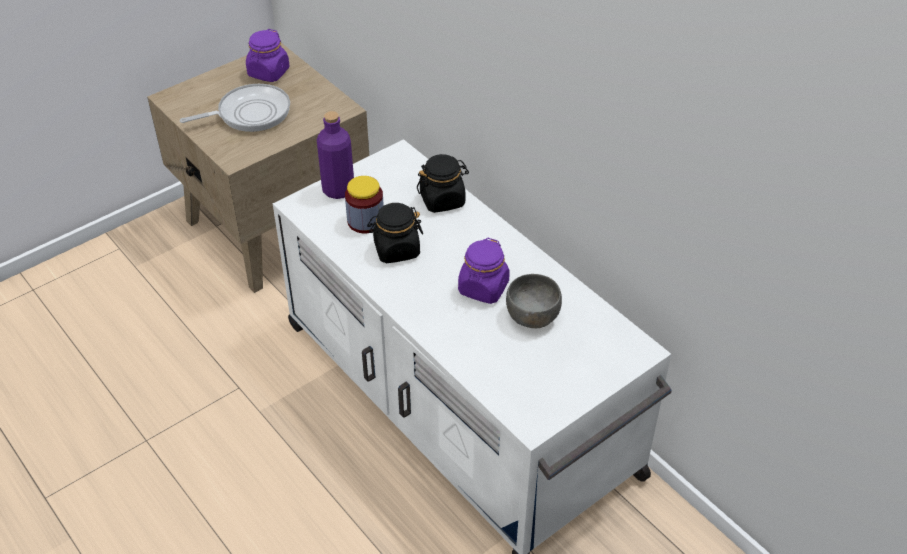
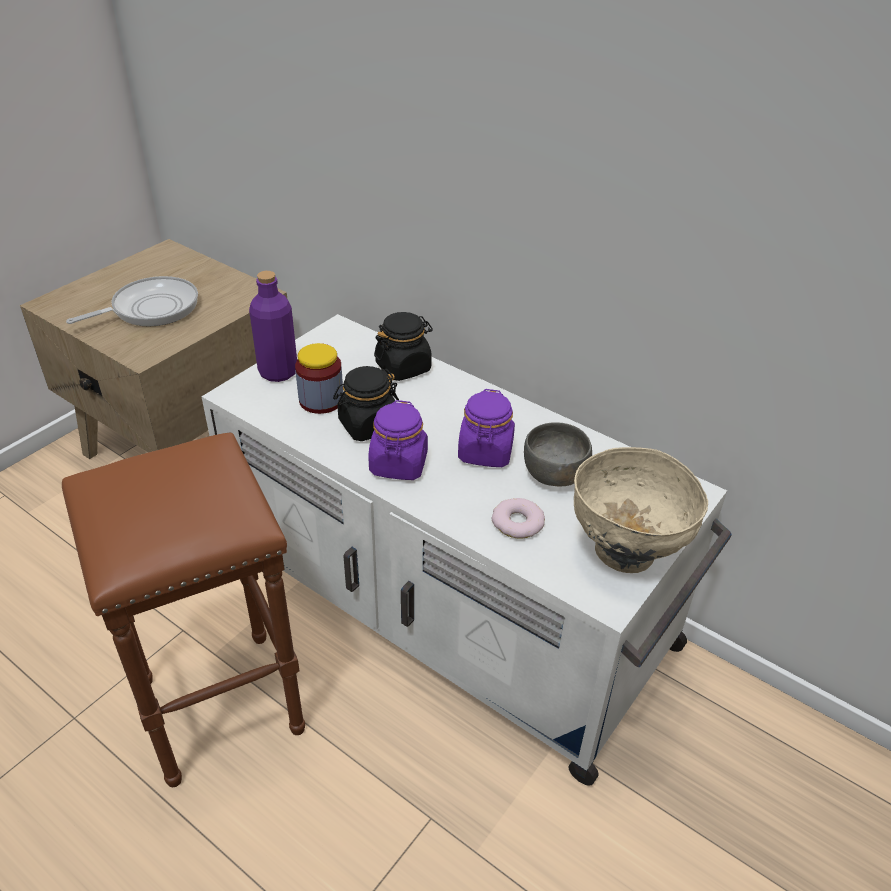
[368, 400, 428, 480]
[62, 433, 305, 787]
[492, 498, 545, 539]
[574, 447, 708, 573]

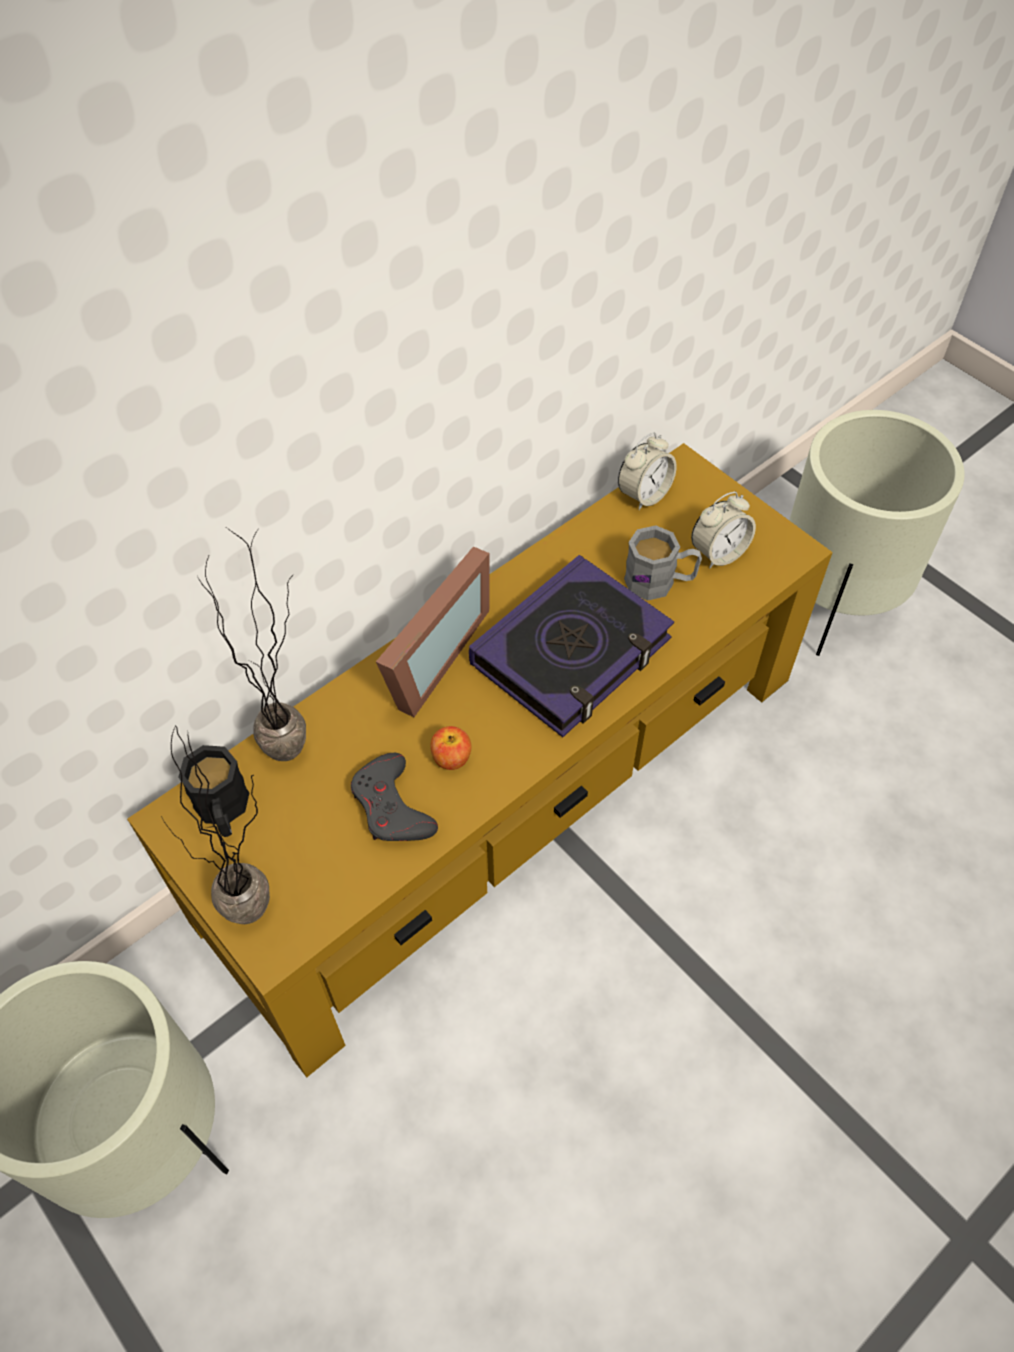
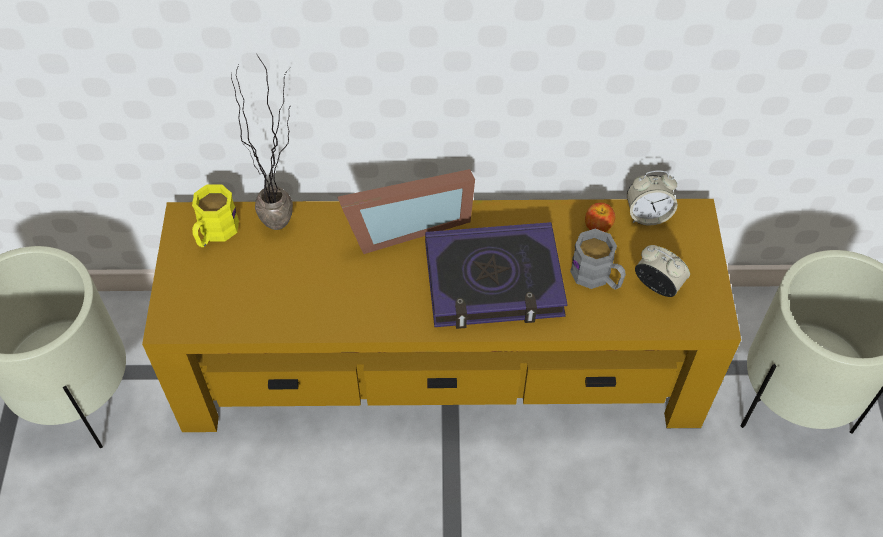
[161, 726, 270, 924] (first image)
[192, 184, 239, 247]
[351, 753, 438, 841] (first image)
[585, 203, 615, 232]
[635, 245, 690, 297]

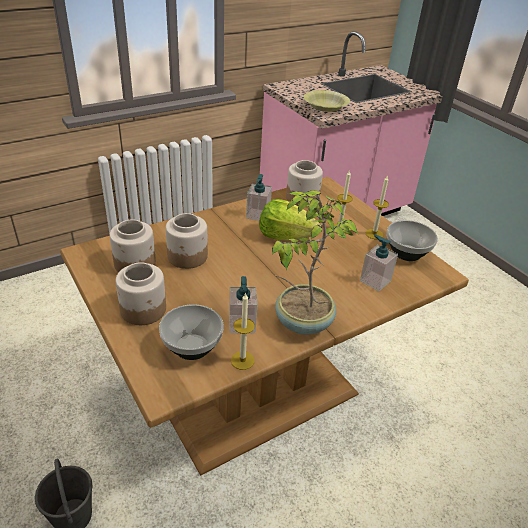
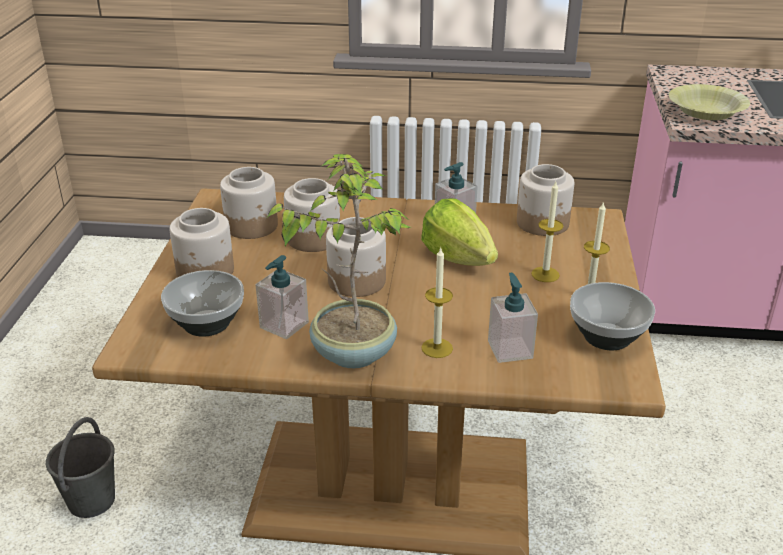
[421, 247, 453, 358]
[326, 217, 386, 297]

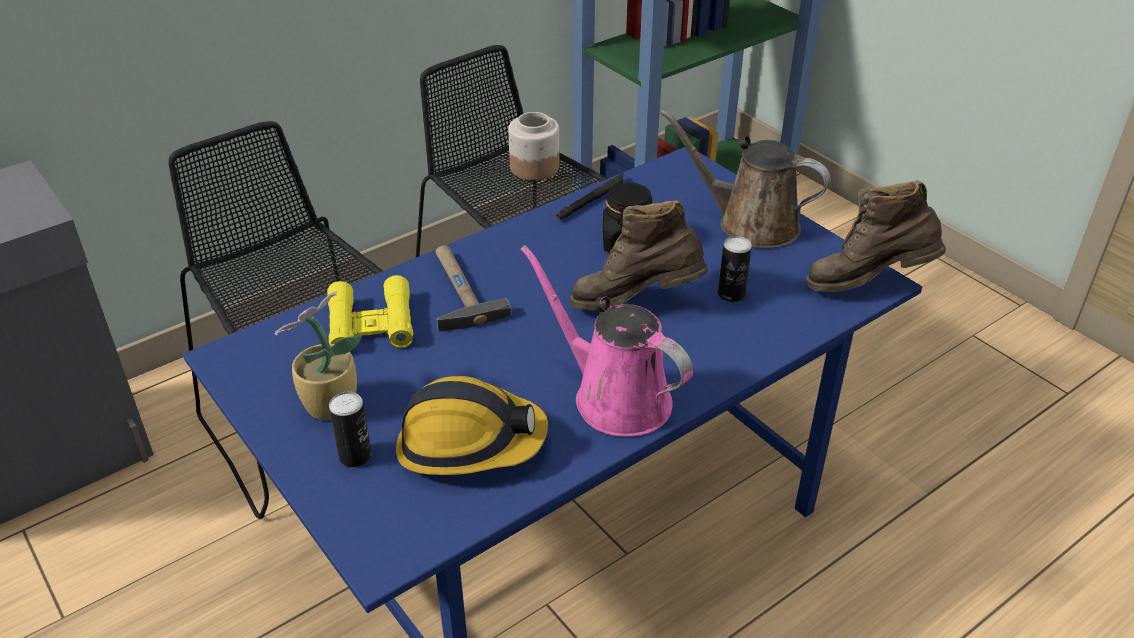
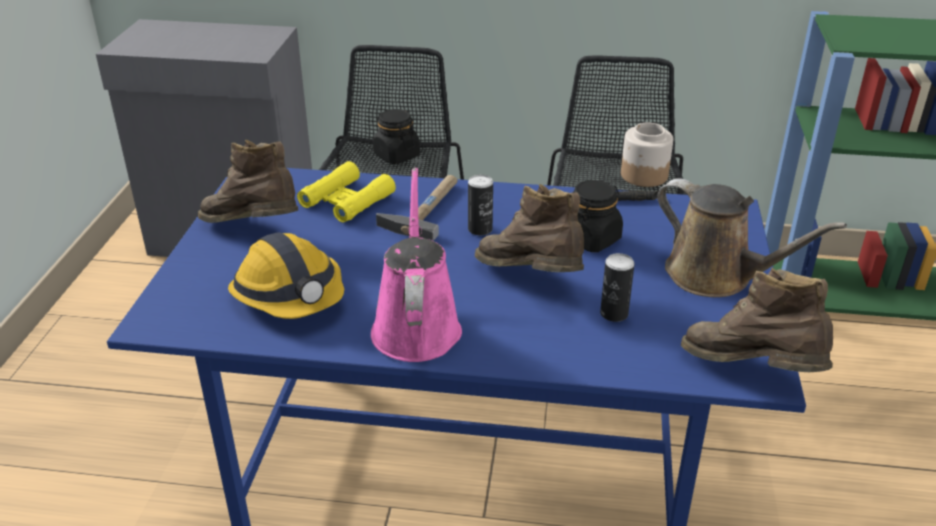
[198, 140, 298, 223]
[468, 175, 493, 235]
[657, 178, 847, 297]
[373, 109, 420, 164]

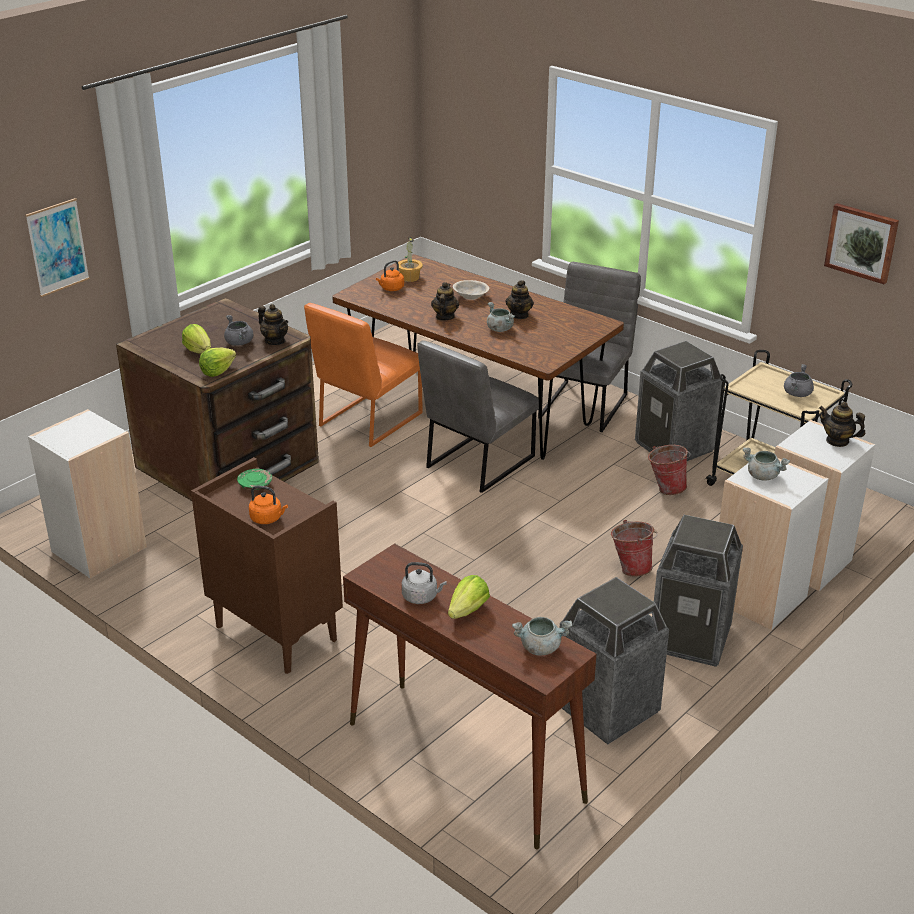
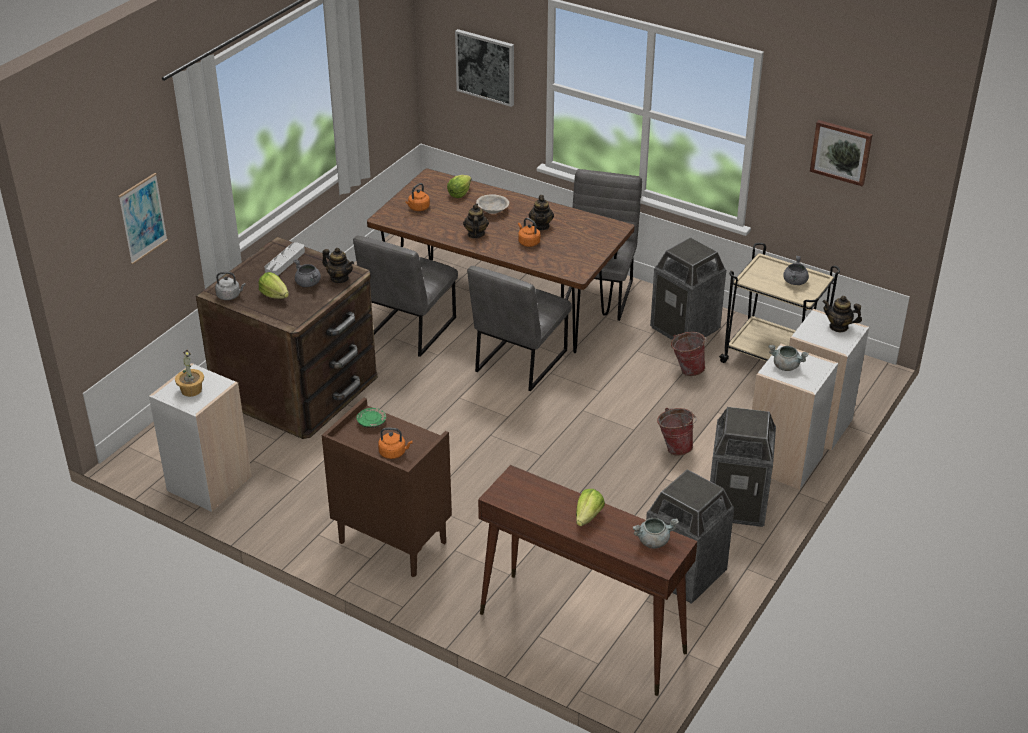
[447, 175, 471, 198]
[353, 236, 458, 357]
[175, 350, 204, 397]
[215, 272, 246, 300]
[518, 218, 540, 247]
[264, 242, 305, 276]
[455, 29, 514, 107]

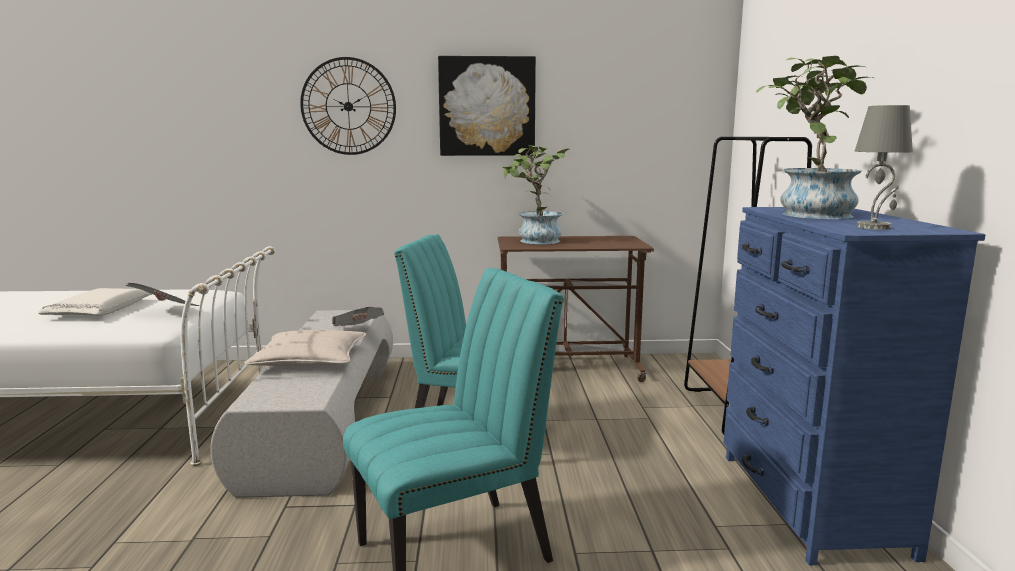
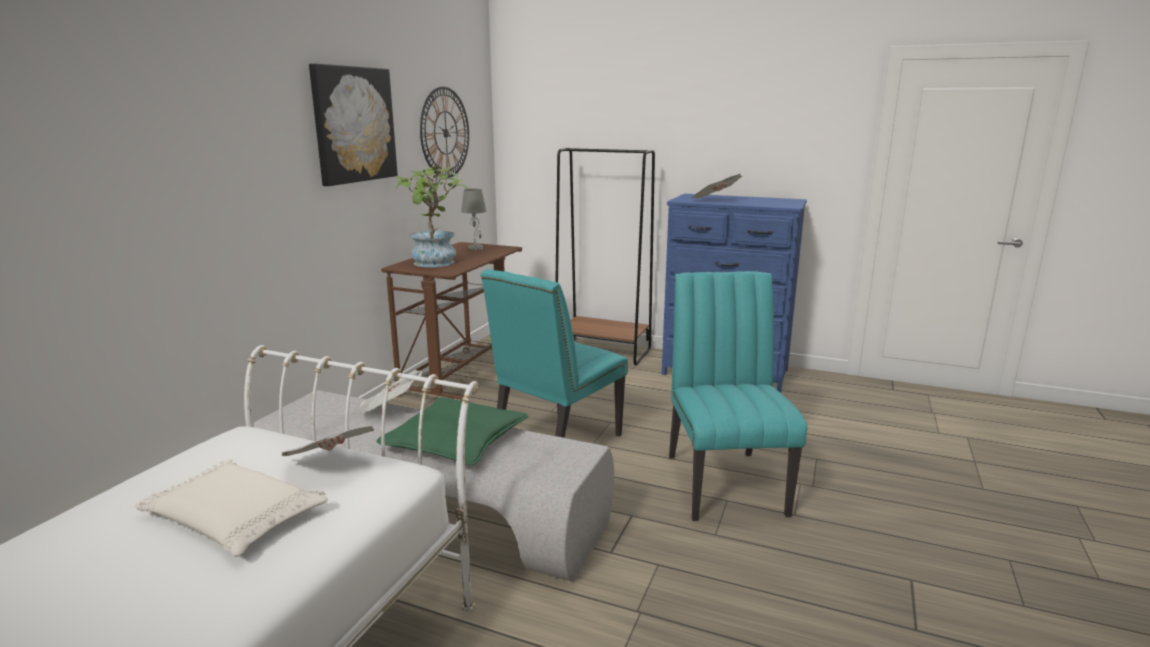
[376, 397, 528, 465]
[420, 87, 469, 178]
[691, 174, 742, 198]
[461, 189, 486, 250]

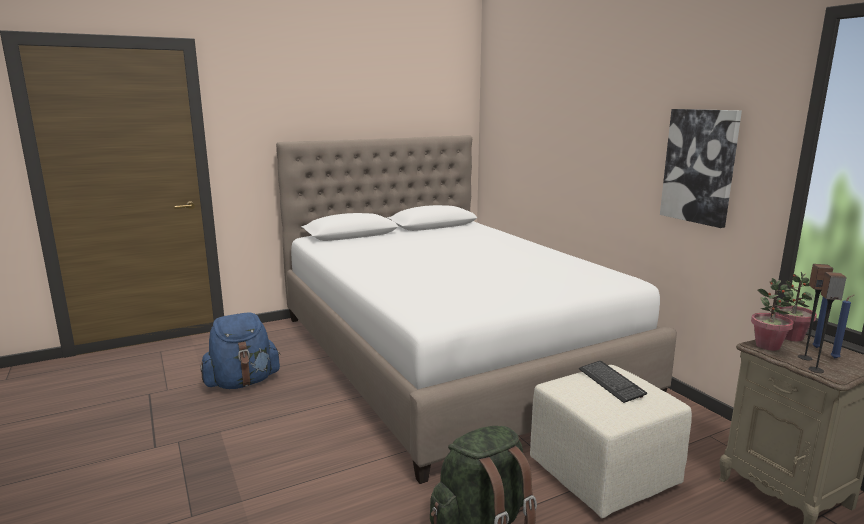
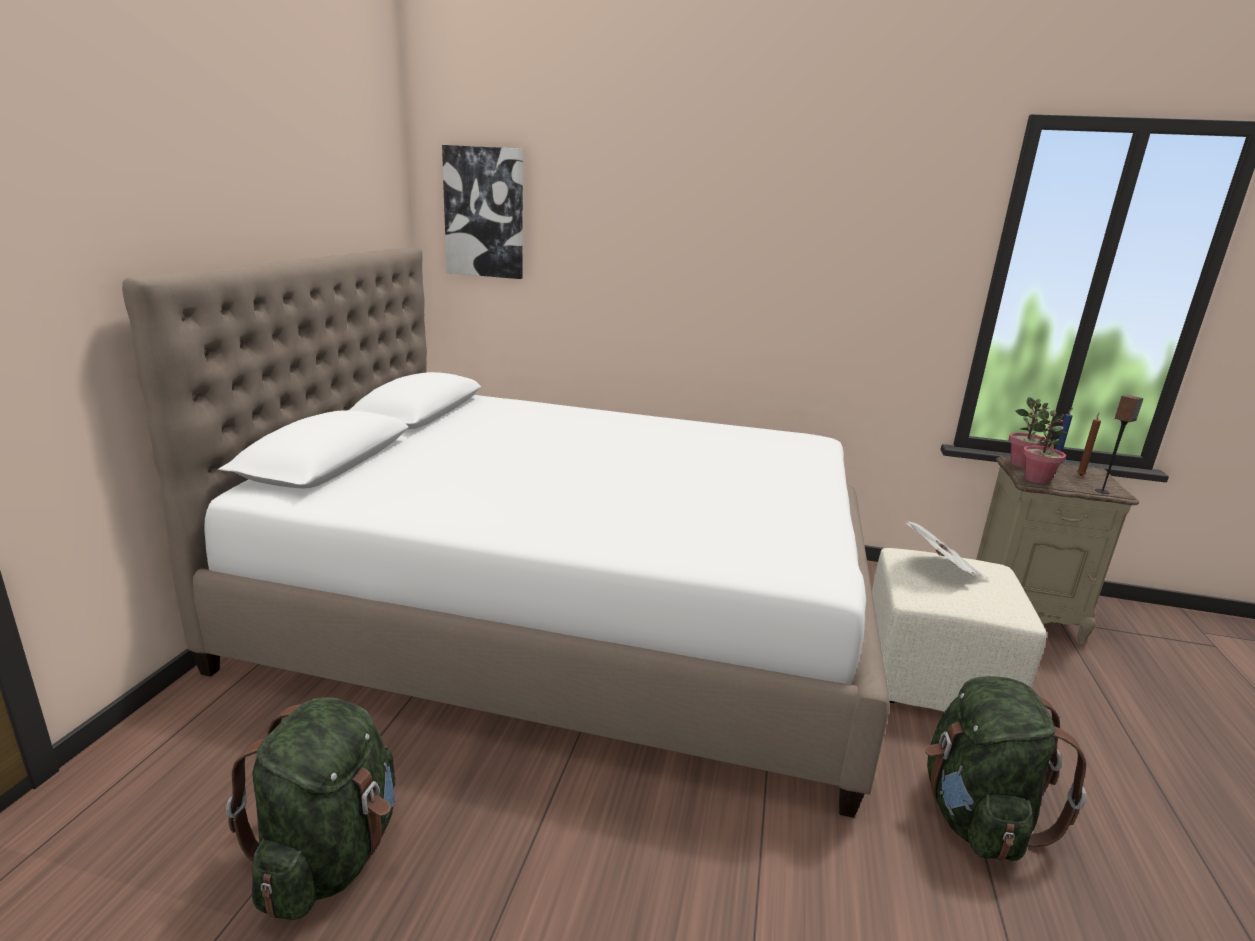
[226, 697, 395, 920]
[906, 521, 989, 579]
[442, 145, 523, 279]
[798, 264, 833, 360] (first image)
[1077, 412, 1101, 476]

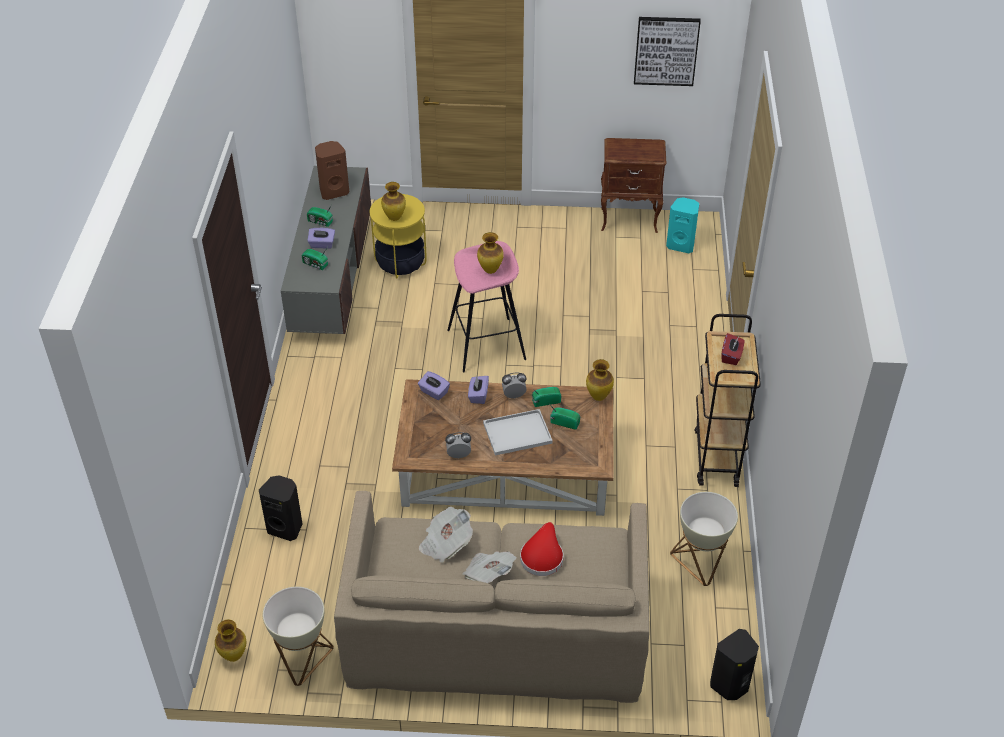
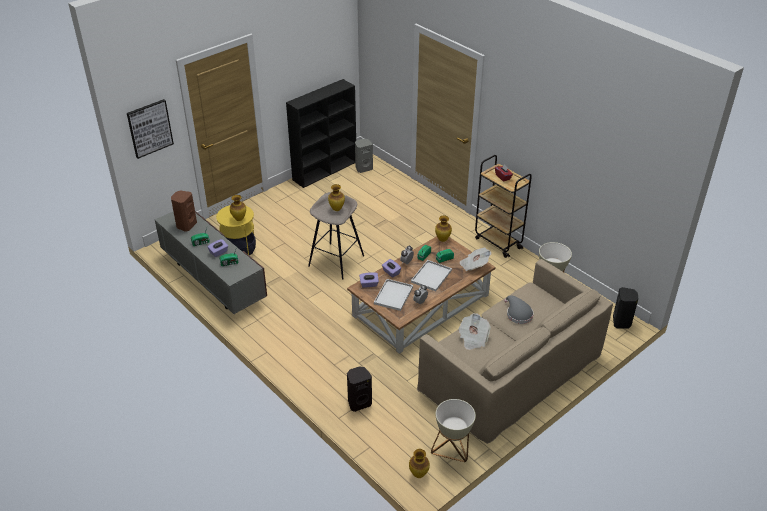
[308, 192, 364, 279]
[459, 248, 491, 271]
[504, 295, 533, 324]
[286, 79, 356, 188]
[127, 99, 174, 159]
[355, 139, 373, 173]
[374, 279, 413, 311]

